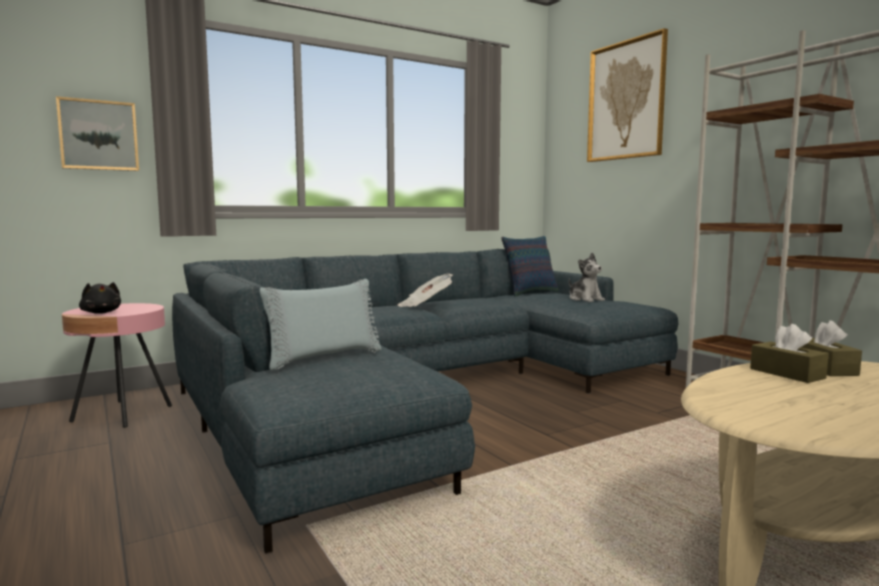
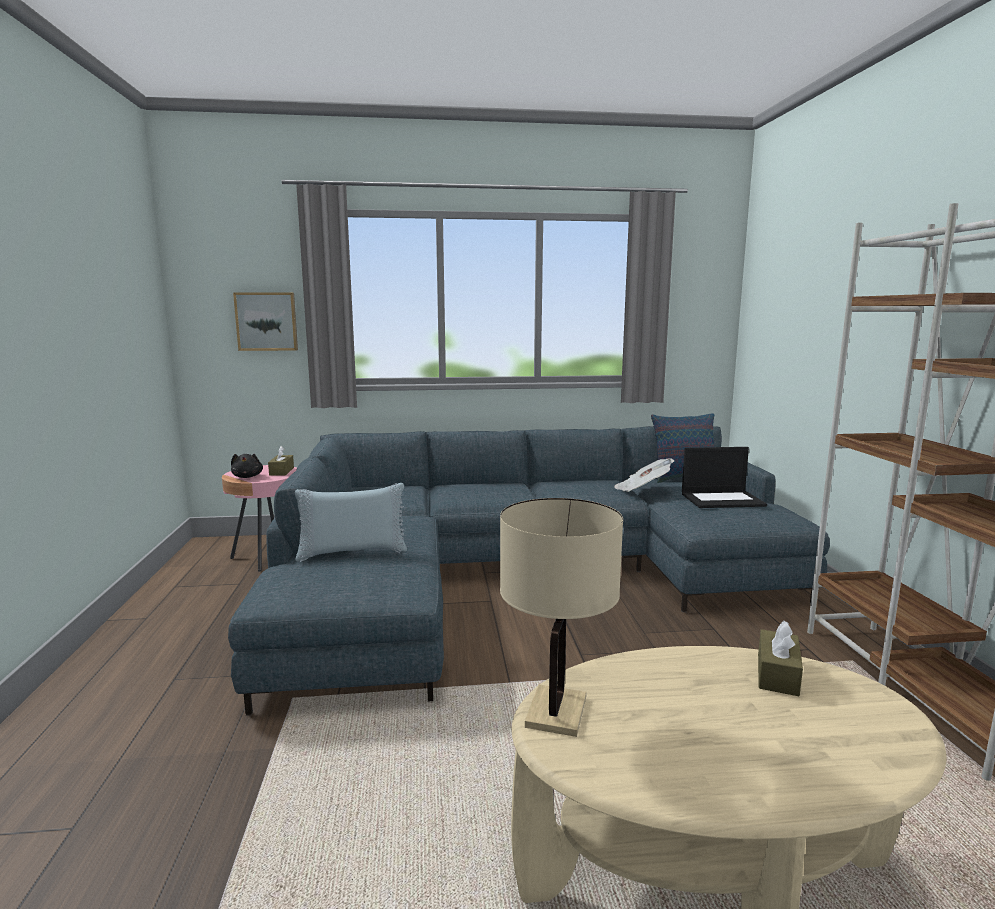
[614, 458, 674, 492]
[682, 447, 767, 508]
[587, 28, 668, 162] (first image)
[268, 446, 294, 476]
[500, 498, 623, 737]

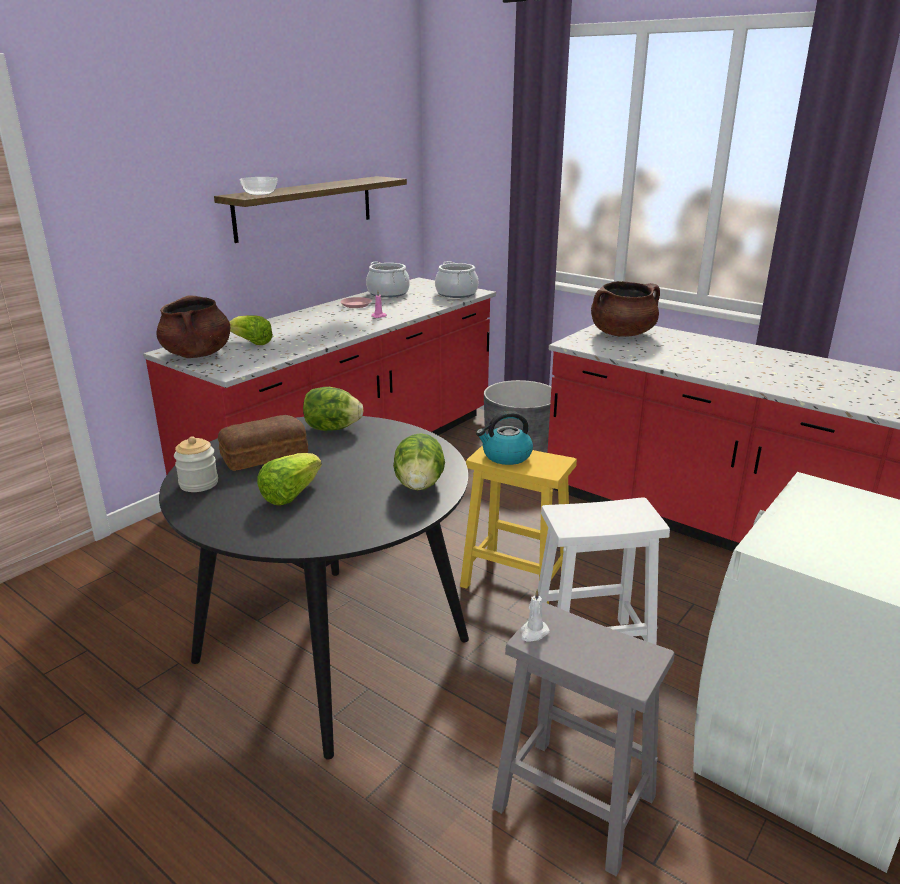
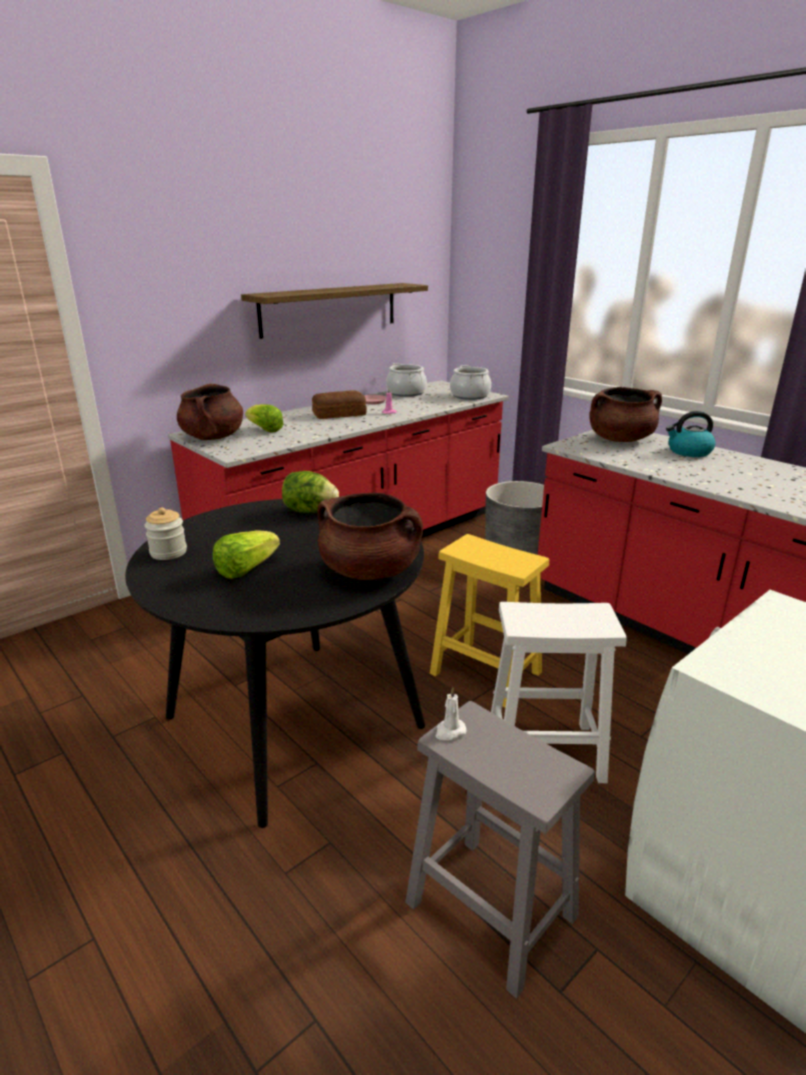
[312, 390, 367, 419]
[240, 177, 278, 195] (first image)
[318, 493, 423, 580]
[666, 411, 716, 457]

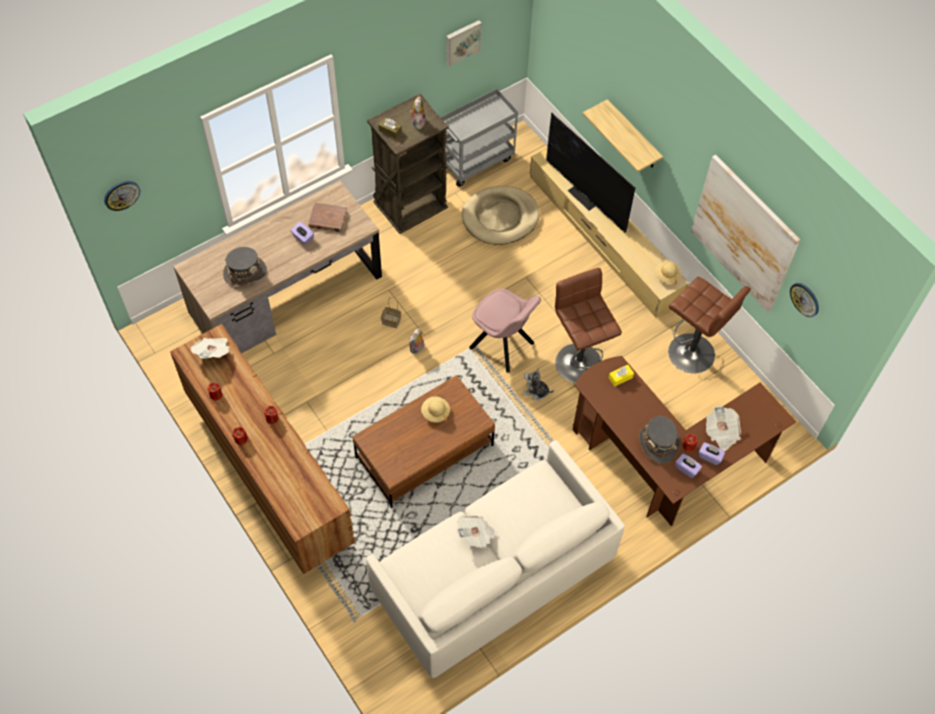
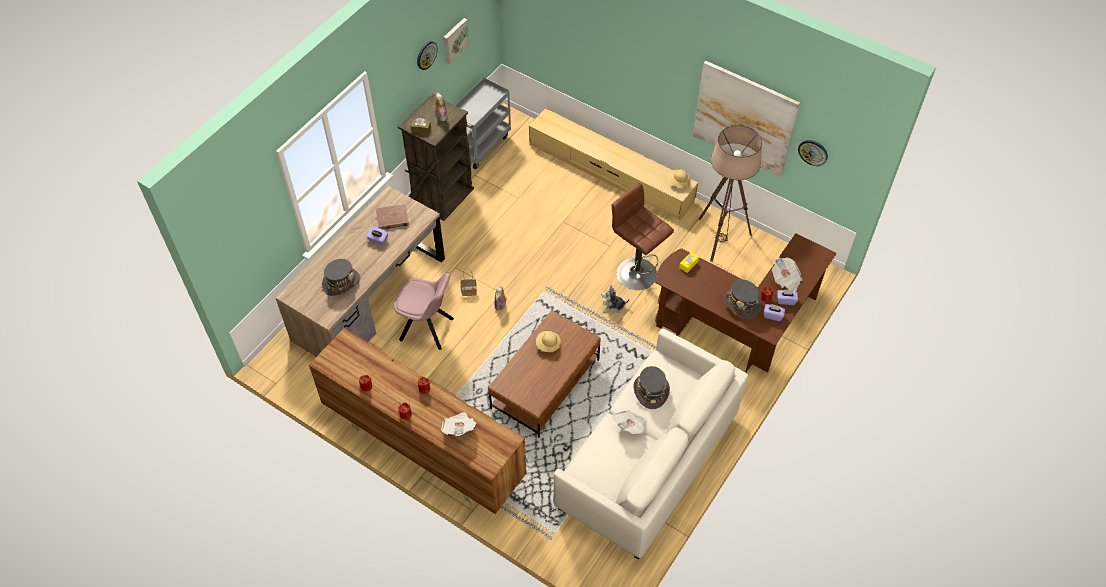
[417, 41, 438, 70]
[441, 412, 477, 436]
[462, 186, 540, 245] (first image)
[394, 273, 454, 350]
[546, 113, 635, 233] (first image)
[583, 99, 663, 172] (first image)
[699, 125, 762, 262]
[633, 366, 670, 409]

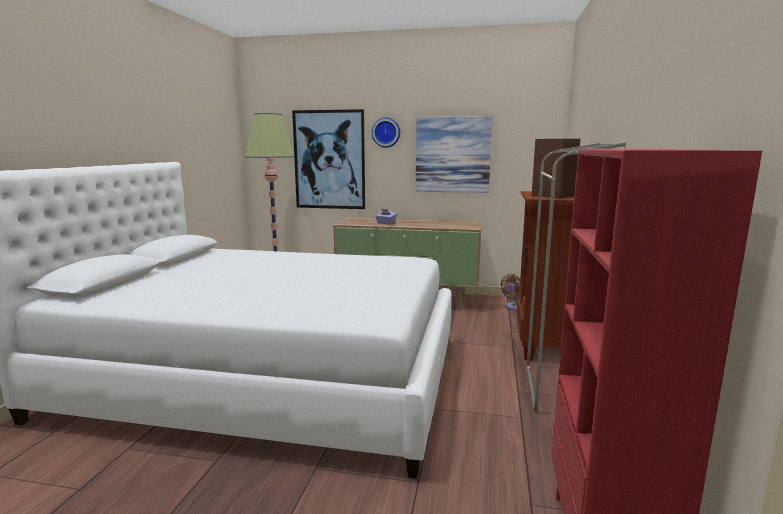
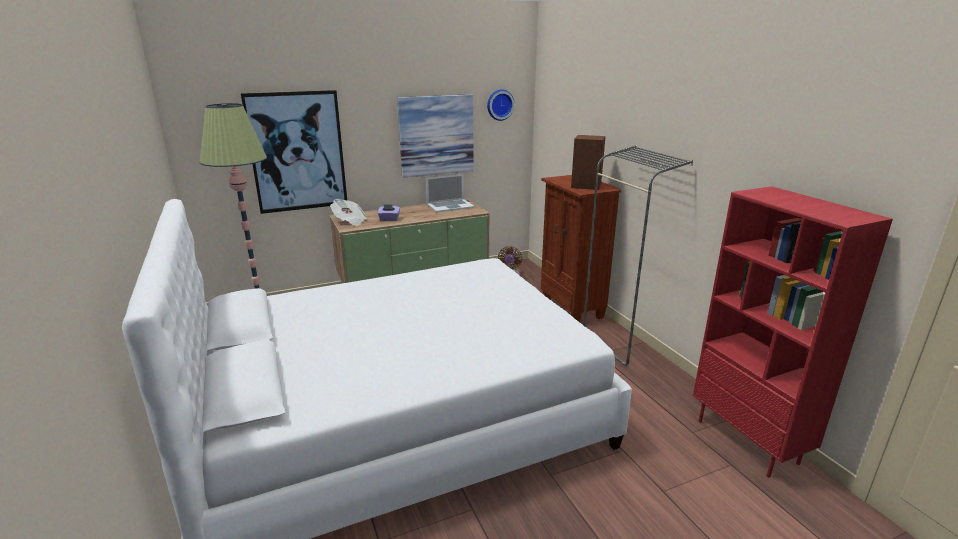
[487, 89, 515, 121]
[330, 199, 367, 226]
[426, 174, 475, 213]

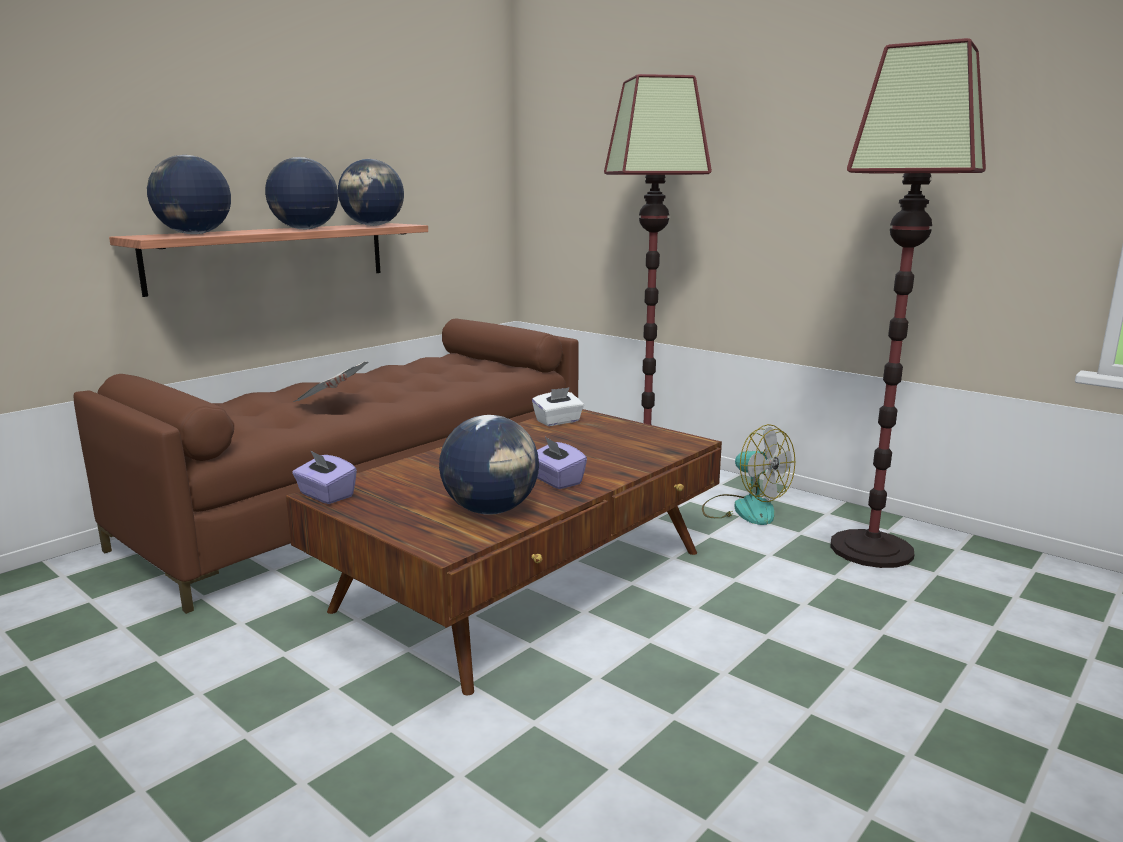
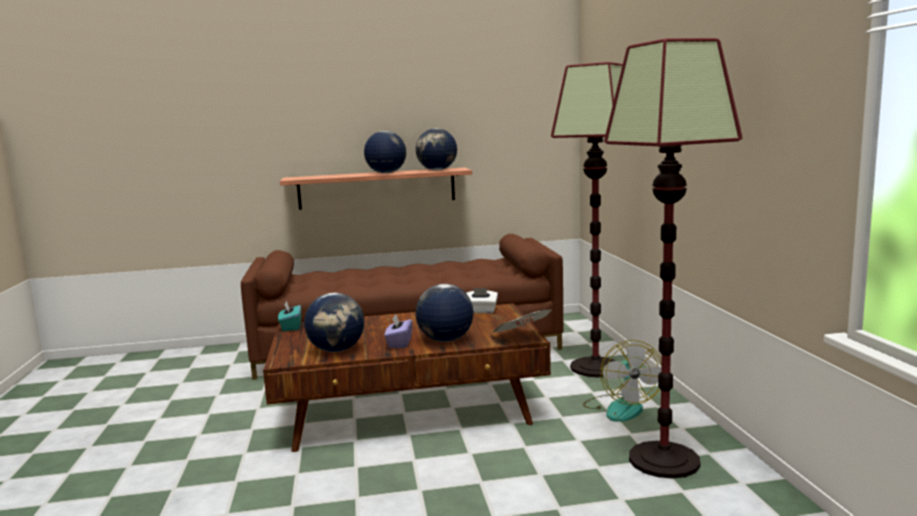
[416, 284, 473, 342]
[278, 301, 301, 331]
[492, 309, 552, 333]

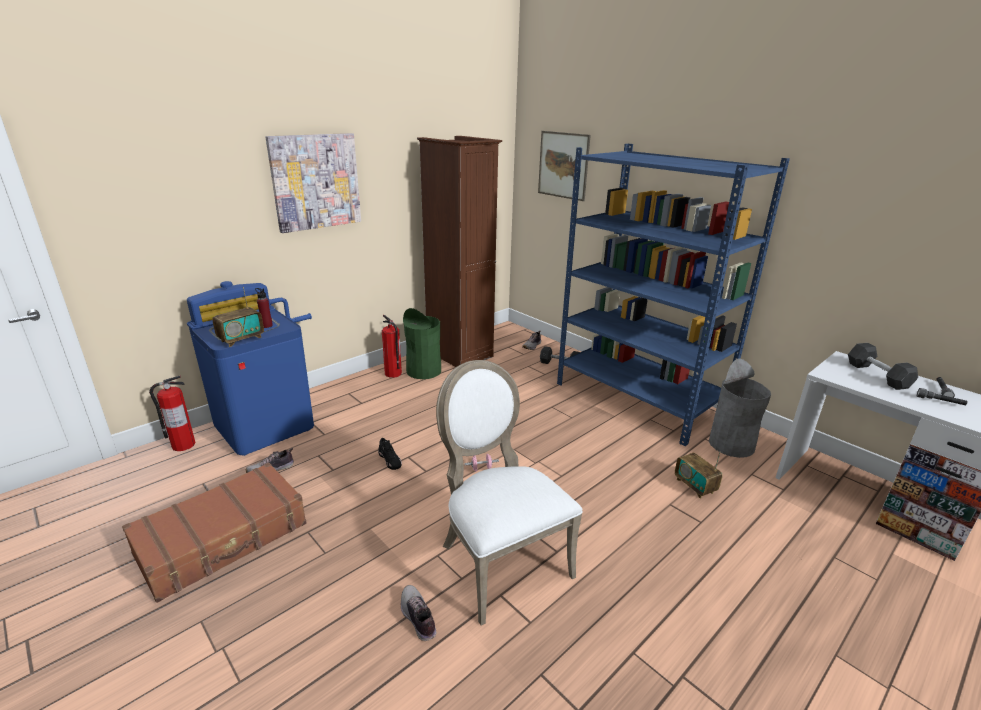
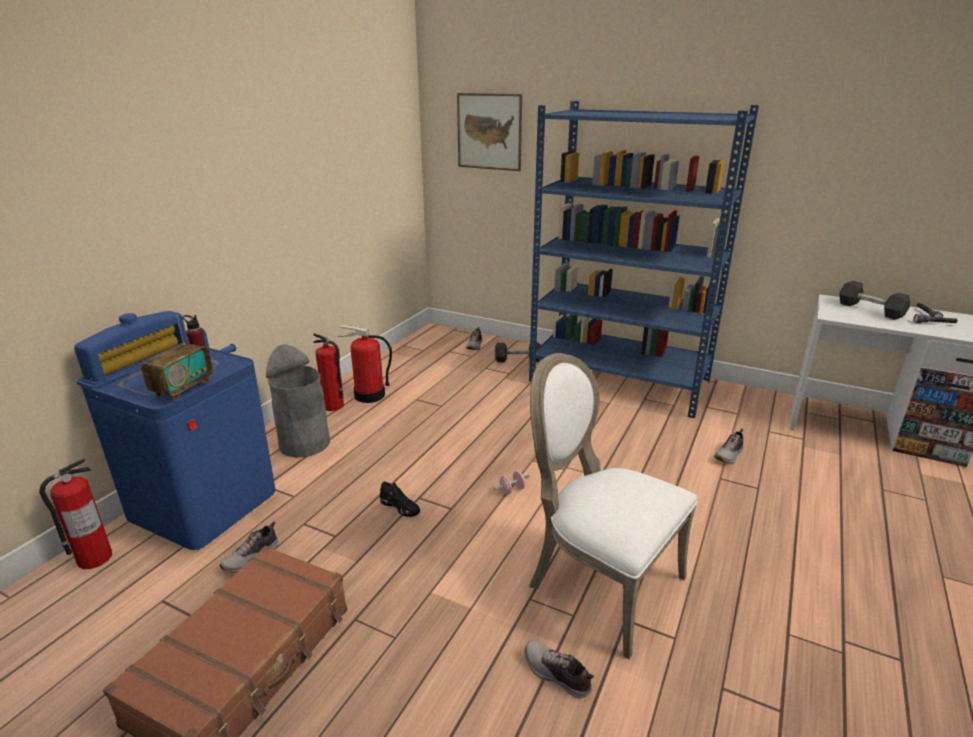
[265, 133, 361, 233] (first image)
[337, 325, 392, 403]
[417, 136, 502, 367] (first image)
[714, 429, 743, 464]
[266, 344, 330, 458]

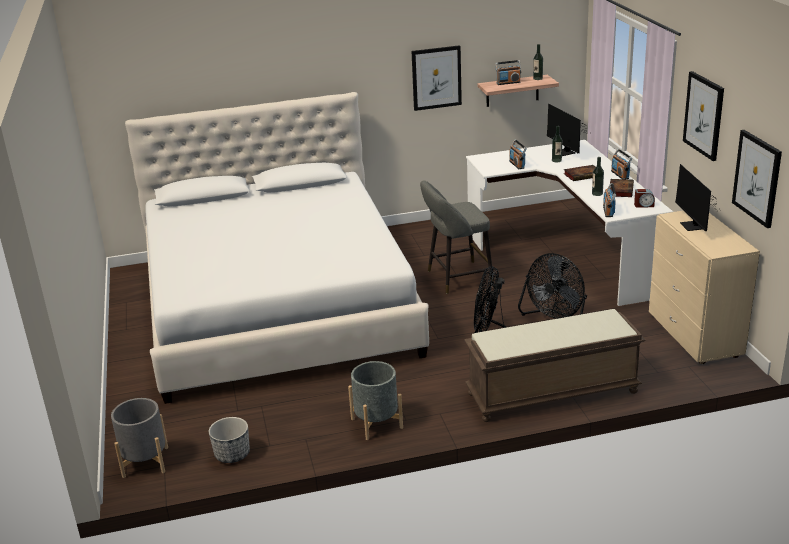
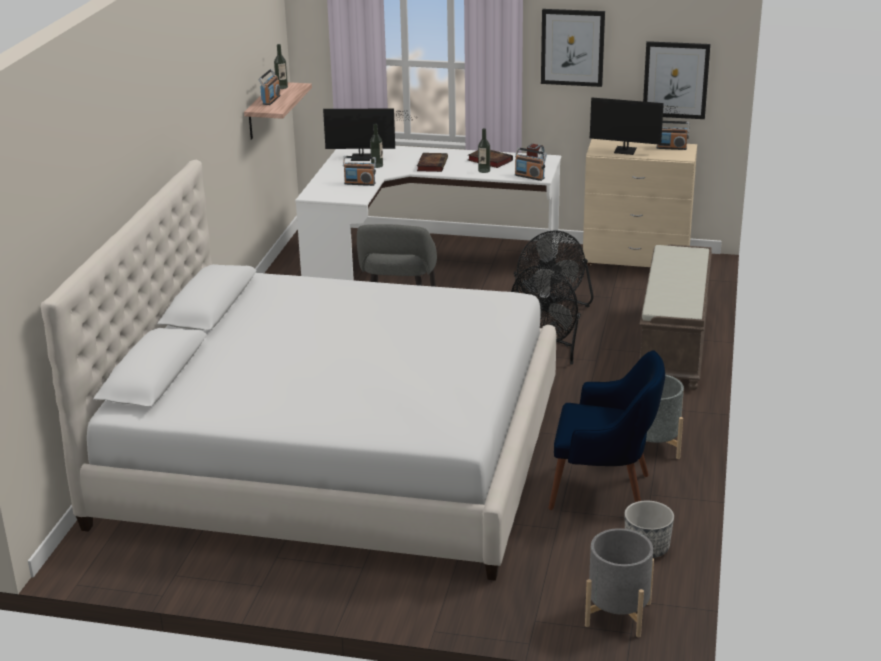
[411, 45, 462, 111] (first image)
[657, 121, 689, 150]
[549, 350, 665, 510]

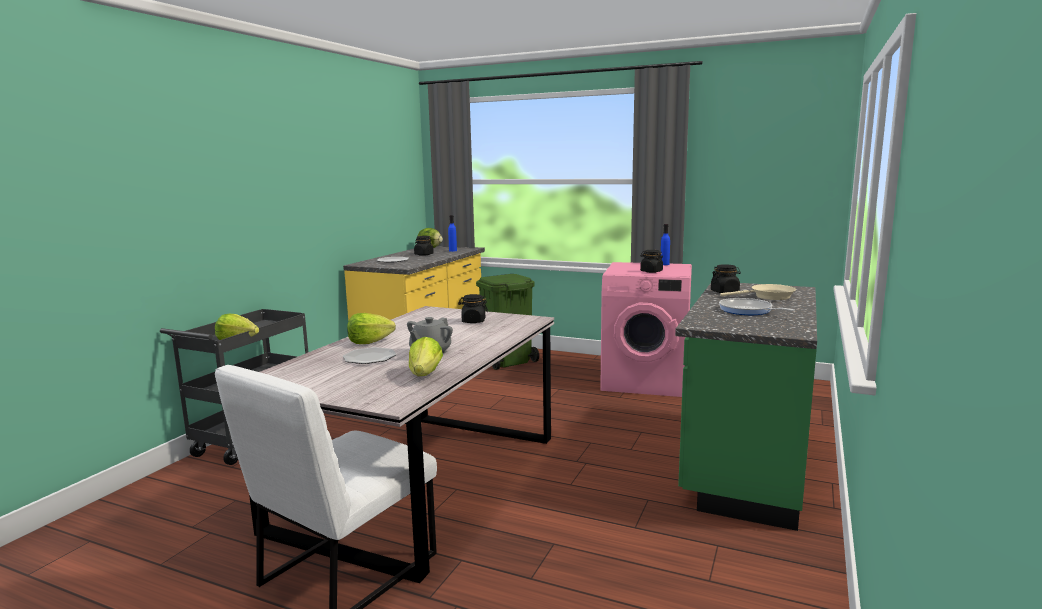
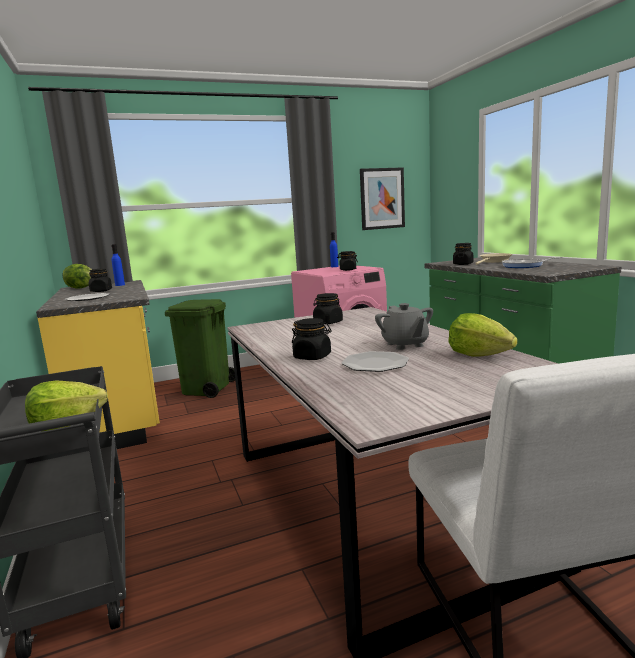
[292, 318, 332, 360]
[360, 167, 405, 230]

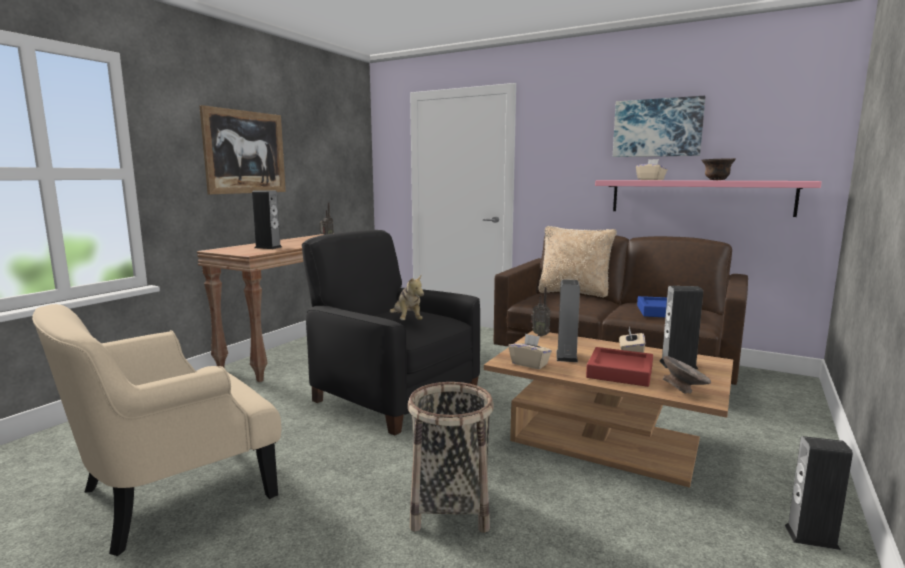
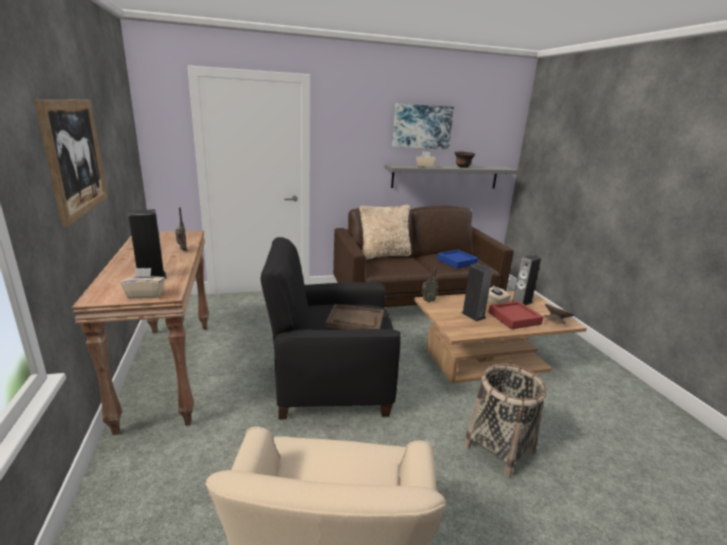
[326, 304, 384, 330]
[120, 268, 165, 298]
[384, 164, 518, 188]
[785, 436, 853, 550] (first image)

